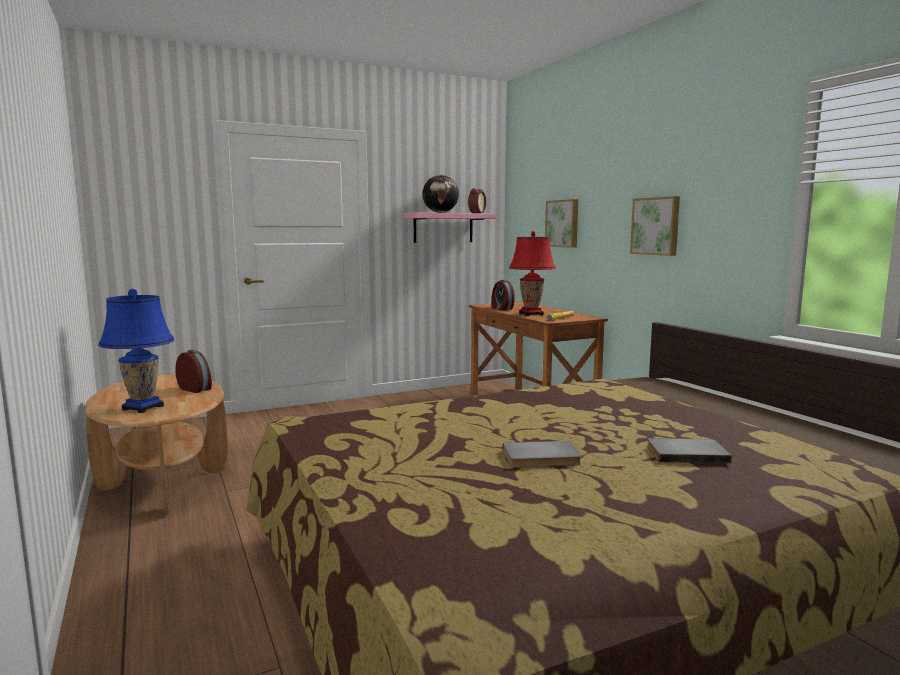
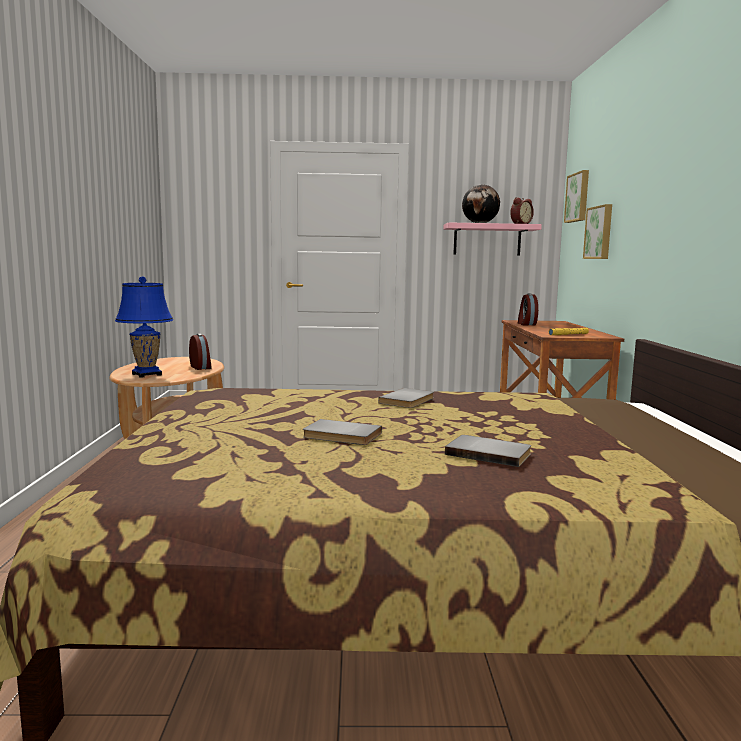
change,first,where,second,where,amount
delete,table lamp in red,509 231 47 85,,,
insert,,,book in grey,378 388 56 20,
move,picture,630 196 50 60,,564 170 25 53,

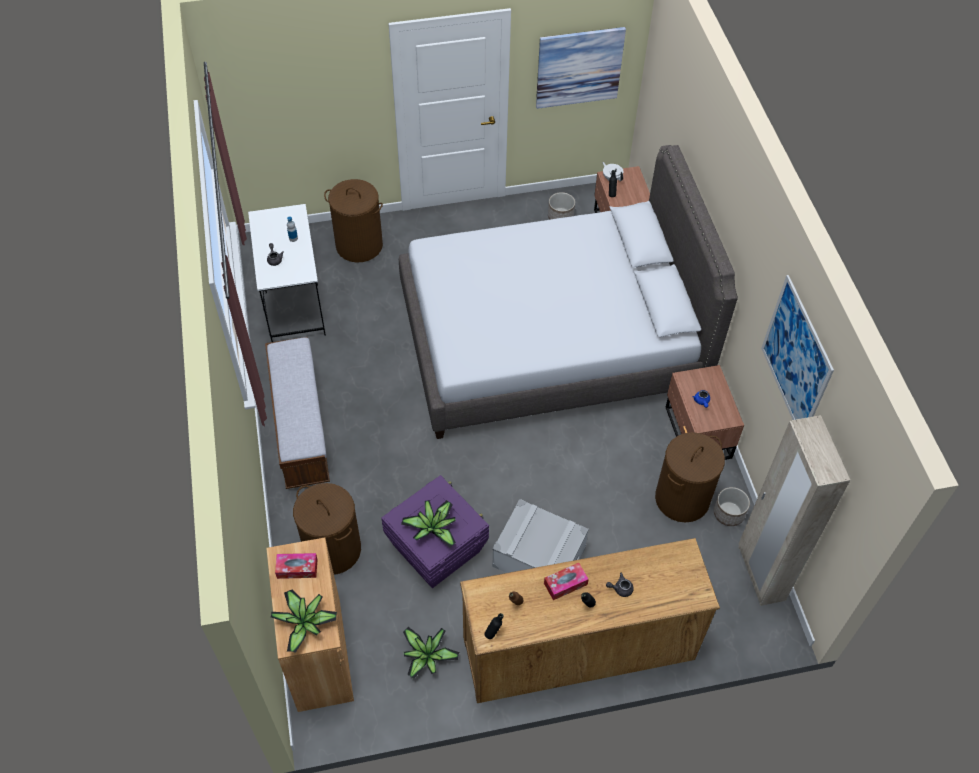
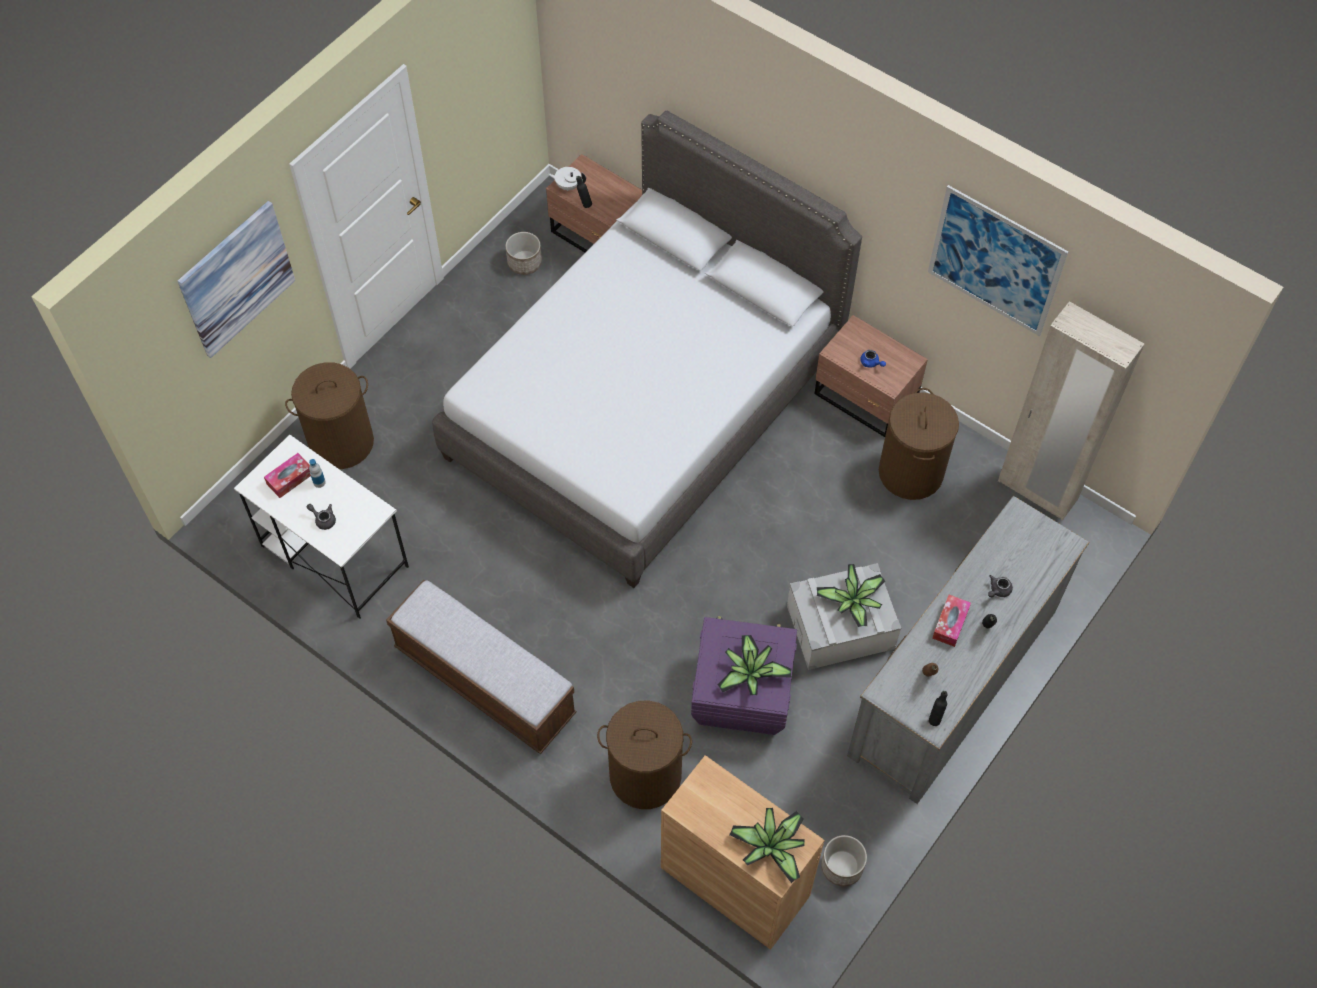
change,first,where,second,where,amount
move,tissue box,275 553 42 26,,264 453 47 45,
move,potted plant,403 627 56 52,,817 564 68 63,
move,picture,536 27 90 82,,178 201 117 157,
move,planter,714 487 36 39,,821 835 46 51,
recolor,dresser in brown,460 538 260 165,dresser in grey,847 496 243 308,

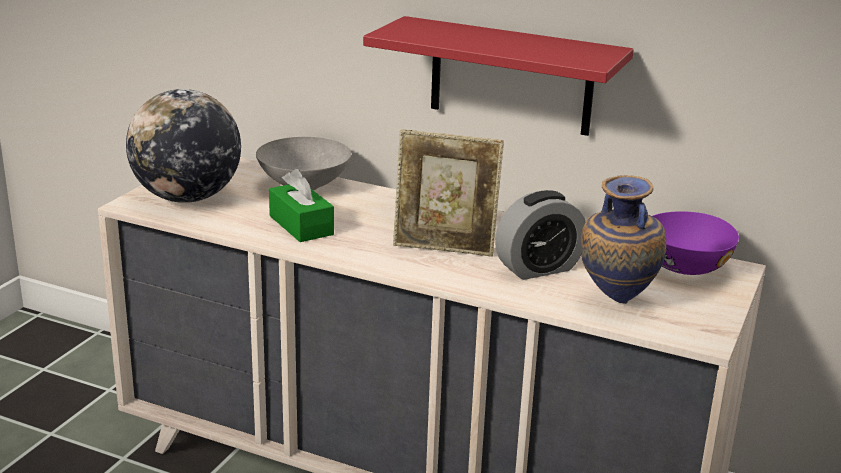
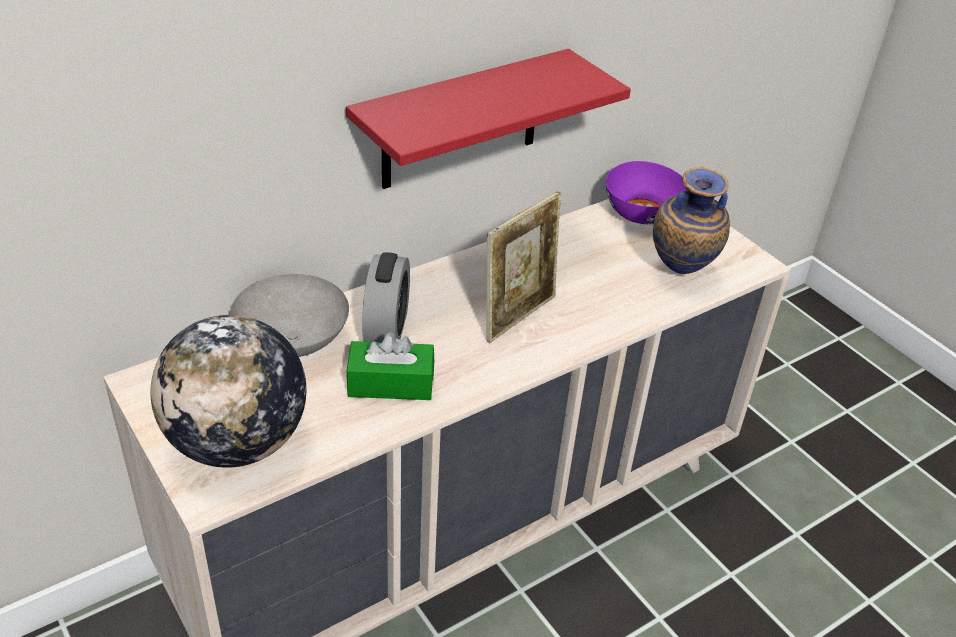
change,first,where,second,where,amount
move,alarm clock,495 190 91 90,,362 252 48 90,

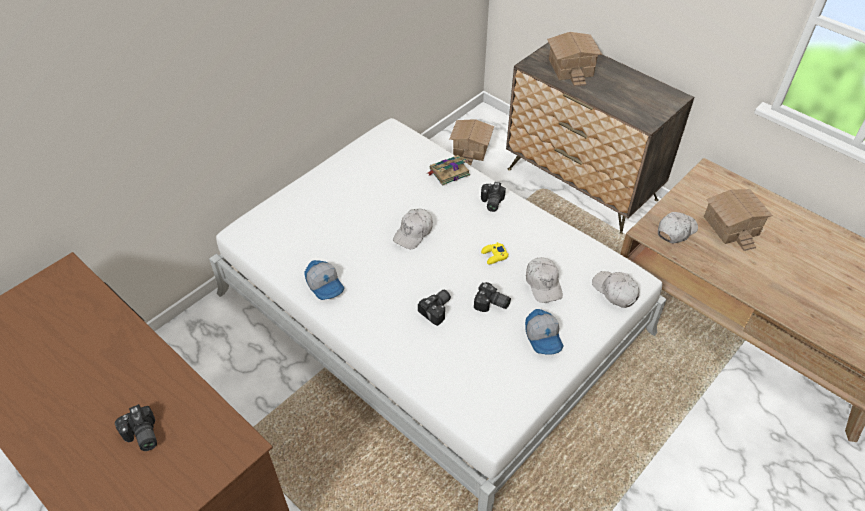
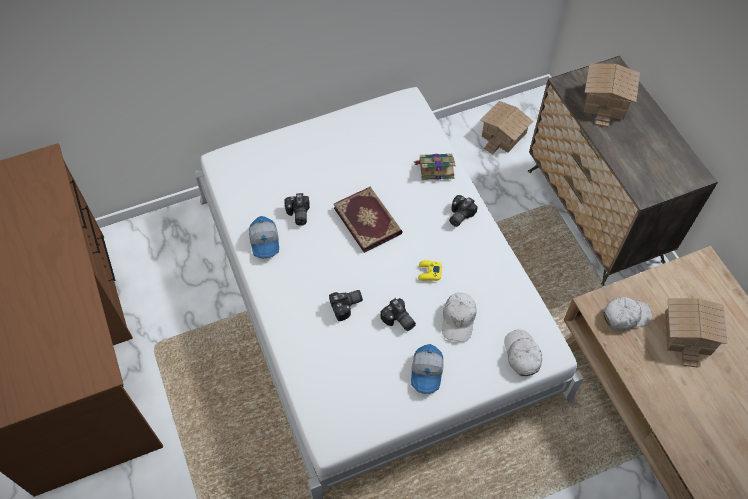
change,first,where,second,where,amount
move,photo camera,115 404 42 47,,284 193 26 33,
replace,cap in white,393 209 40 40,book,334 187 69 66,

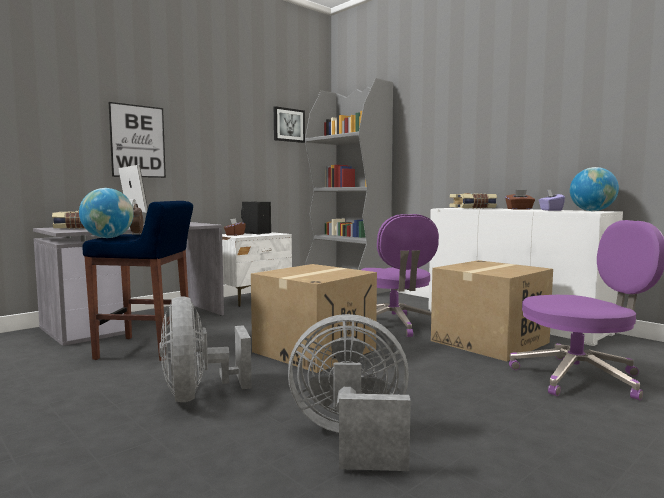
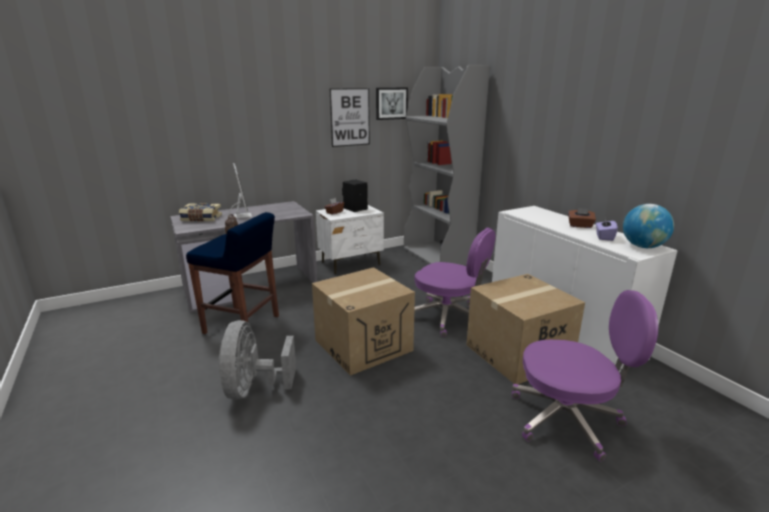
change,first,where,second,where,amount
delete,globe,79 188 55 50,,,
delete,fan in grey,288 314 123 157,,,
delete,book,450 193 47 16,,,
move,picture,109 102 57 76,,330 88 40 59,
rotate,office chair in purple,361 214 78 123,,414 227 81 110,60 degrees counterclockwise

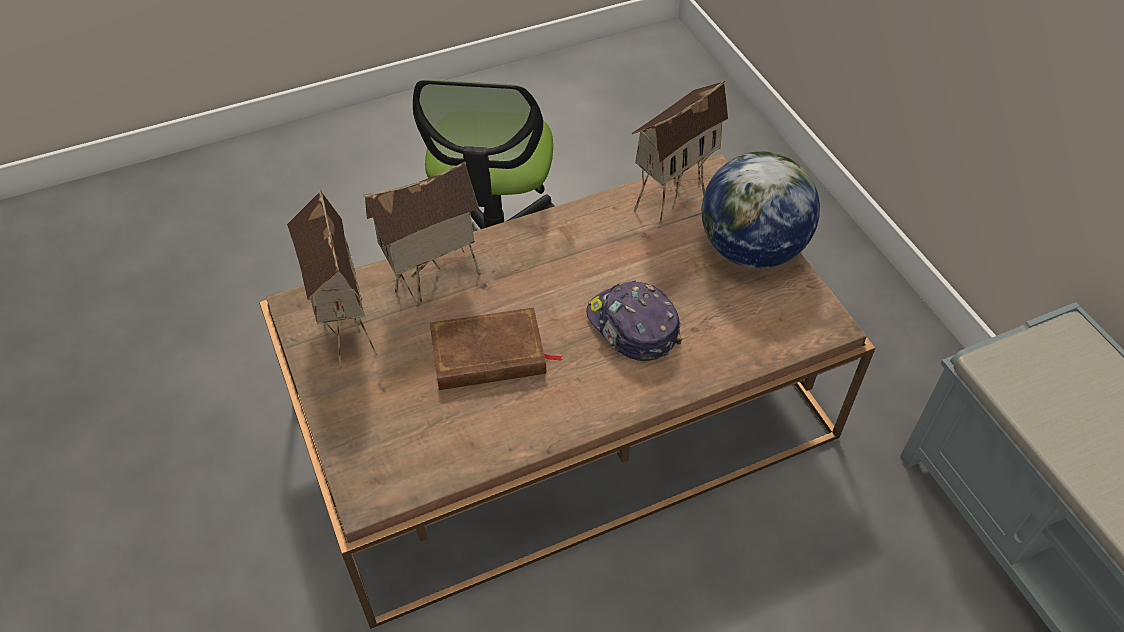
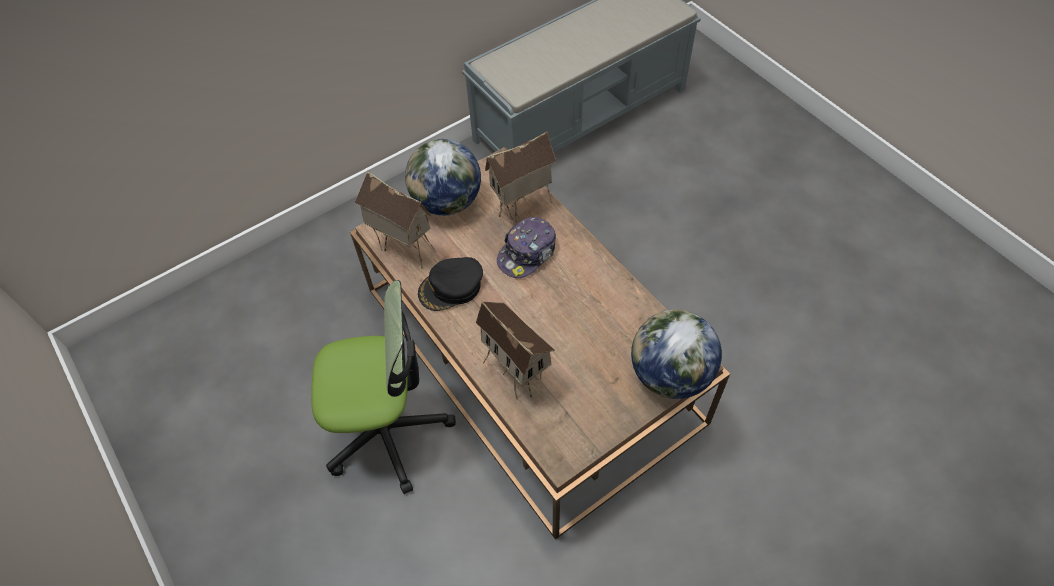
change,first,where,second,where,amount
delete,book in brown,430 308 132 82,,,
insert,,,cap in black,418 257 65 54,
insert,,,globe,631 309 91 90,
move,toy house,287 189 90 177,,485 132 71 93,

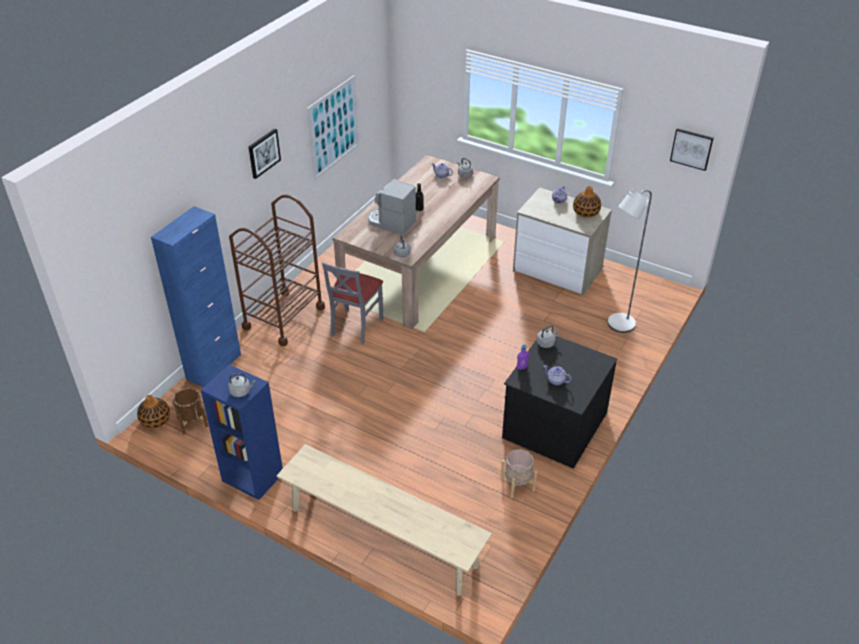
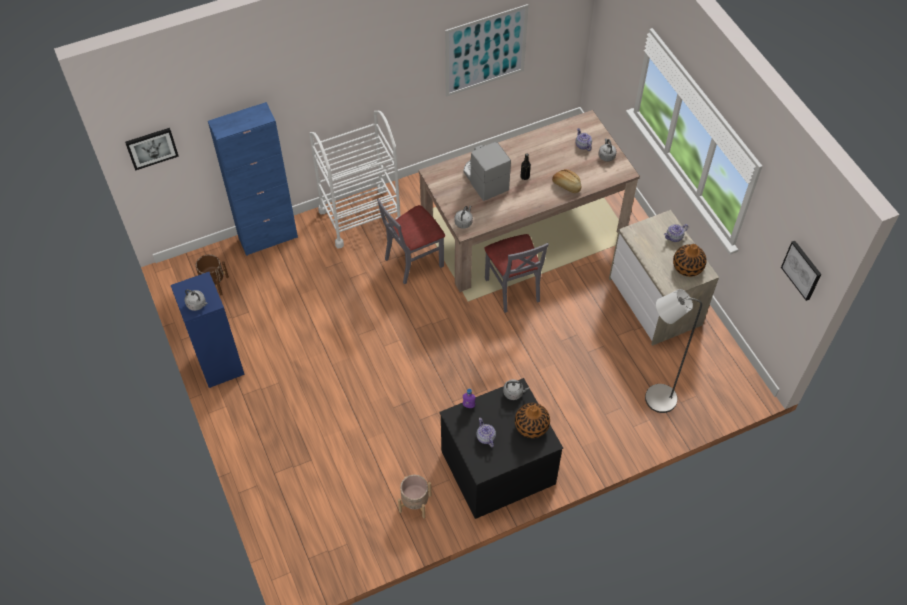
change,first,where,second,where,amount
delete,bench in beige,277 444 215 152,,,
insert,,,chair in grey,484 234 65 79,
insert,,,bread,552 169 29 24,
move,vase,137 395 33 33,,515 403 35 35,
move,picture,249 128 32 51,,125 128 54 43,
recolor,cart in brown,229 194 96 152,cart in white,309 111 91 137,

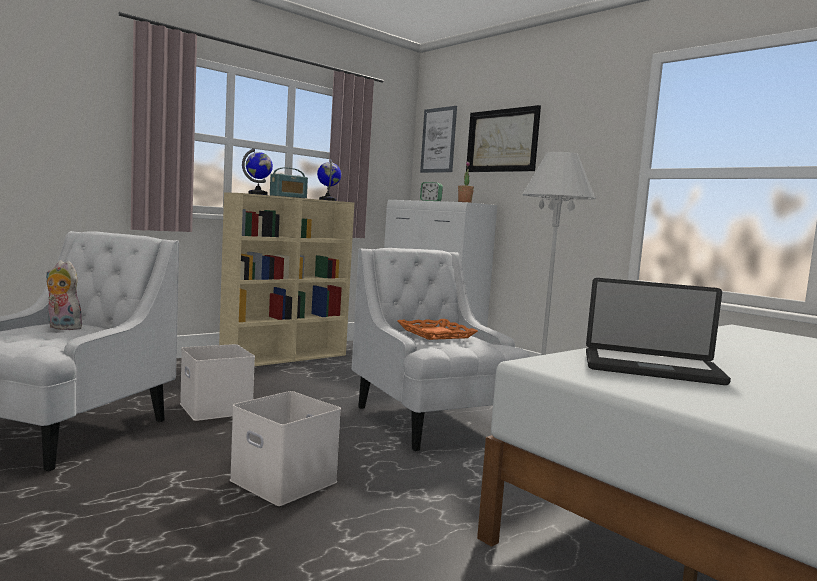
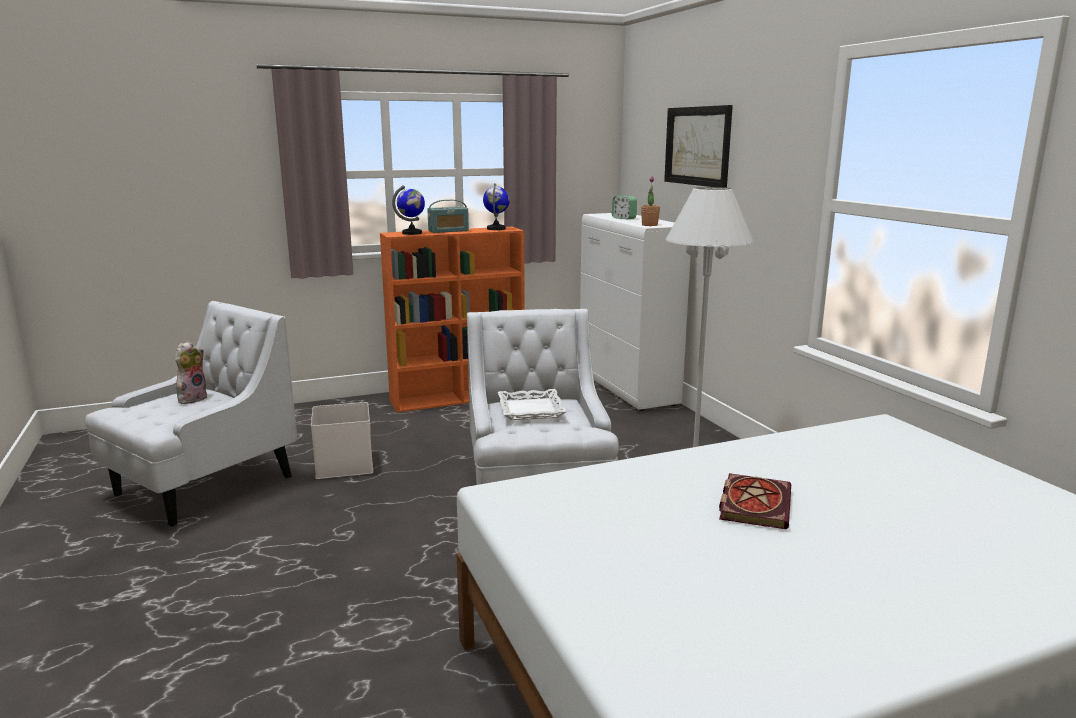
change,first,where,second,where,amount
delete,storage box in white,230 391 111 115,,,
delete,picture,420 106 37 67,,,
delete,laptop,586 278 145 107,,,
insert,,,book,719 473 72 56,
recolor,bookcase in beige,219 192 135 174,bookcase in orange,380 227 145 185,
recolor,tray in orange,398 319 80 21,tray in white,498 389 69 31,
rotate,plush toy,46 260 36 70,,175 341 32 63,75 degrees clockwise

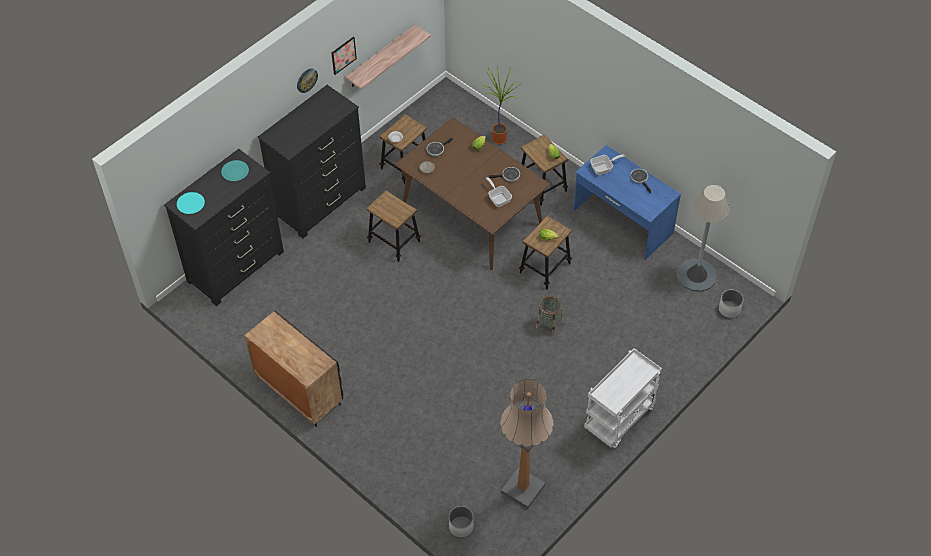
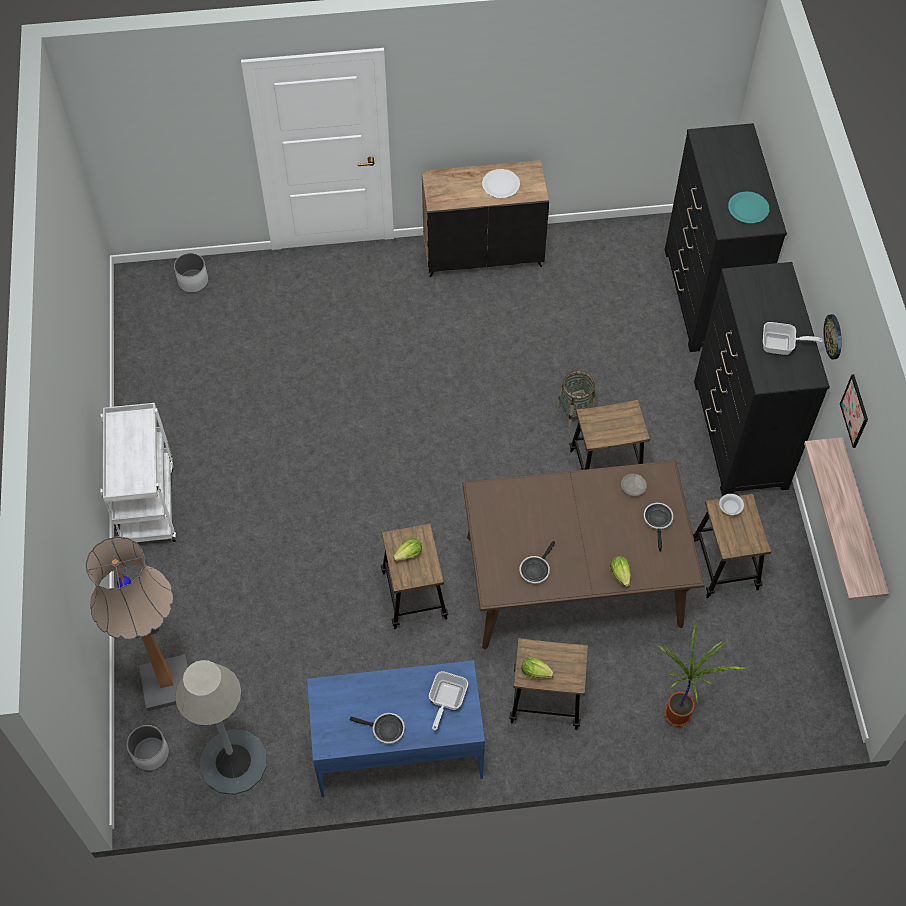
change,first,where,second,where,amount
delete,plate in turquoise,177 192 28 22,,,
insert,,,plate in white,482 169 38 29,
move,frying pan,486 177 26 30,,763 322 60 33,
move,floor lamp,500 378 54 131,,86 536 103 175,
move,basket,536 296 26 39,,557 370 38 57,

